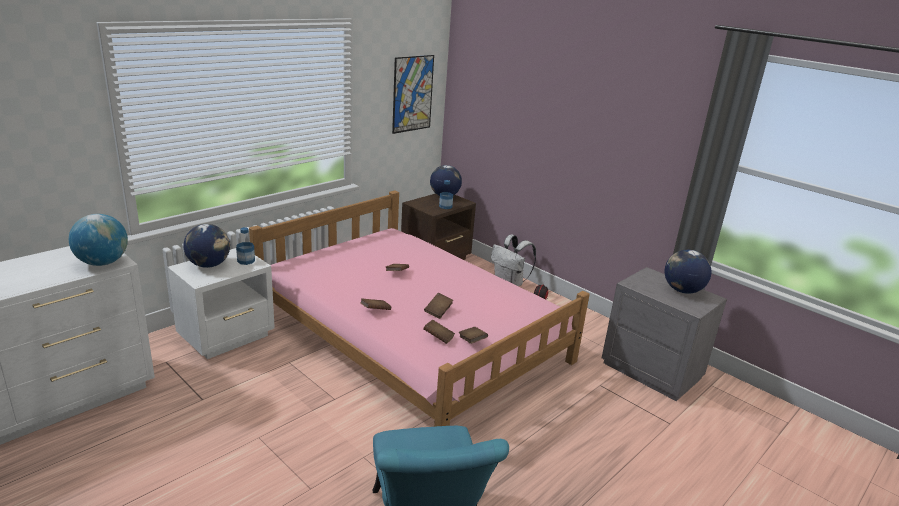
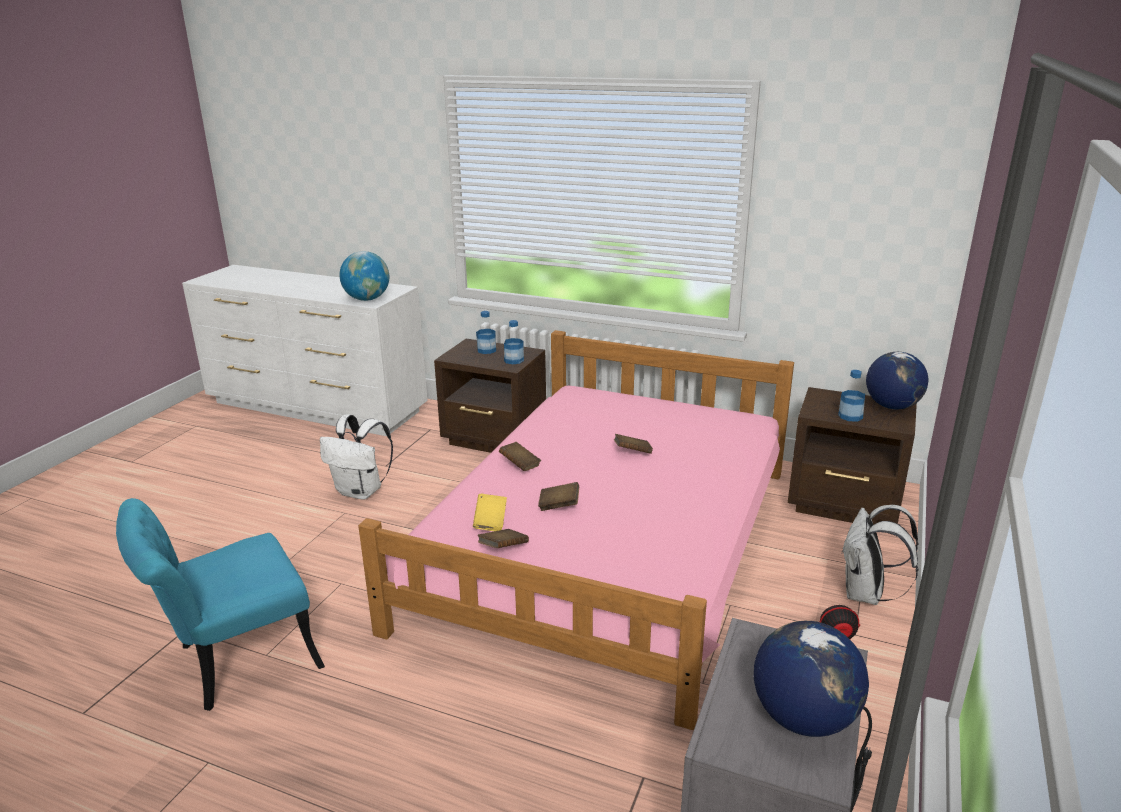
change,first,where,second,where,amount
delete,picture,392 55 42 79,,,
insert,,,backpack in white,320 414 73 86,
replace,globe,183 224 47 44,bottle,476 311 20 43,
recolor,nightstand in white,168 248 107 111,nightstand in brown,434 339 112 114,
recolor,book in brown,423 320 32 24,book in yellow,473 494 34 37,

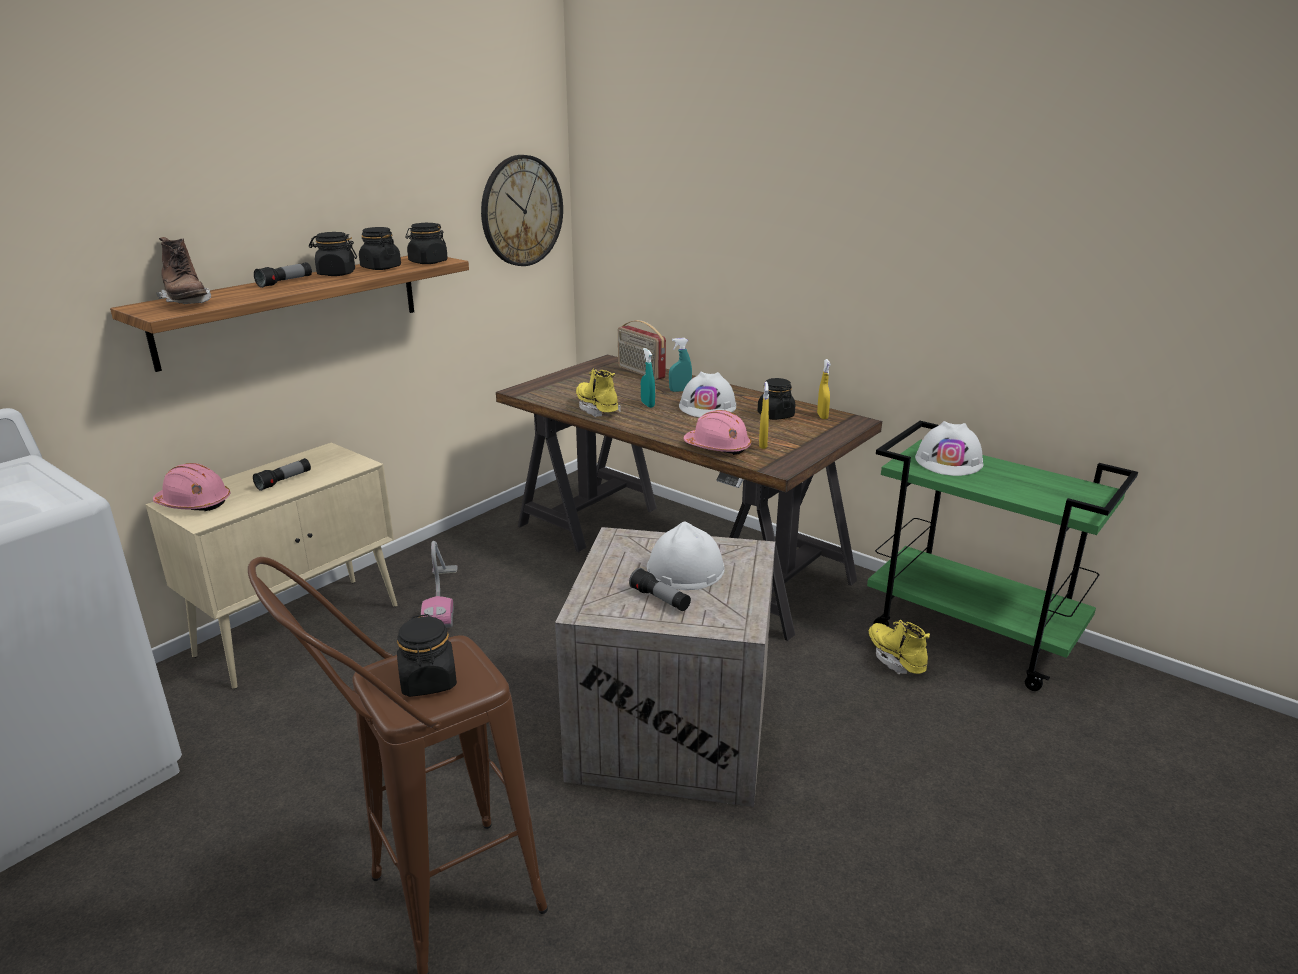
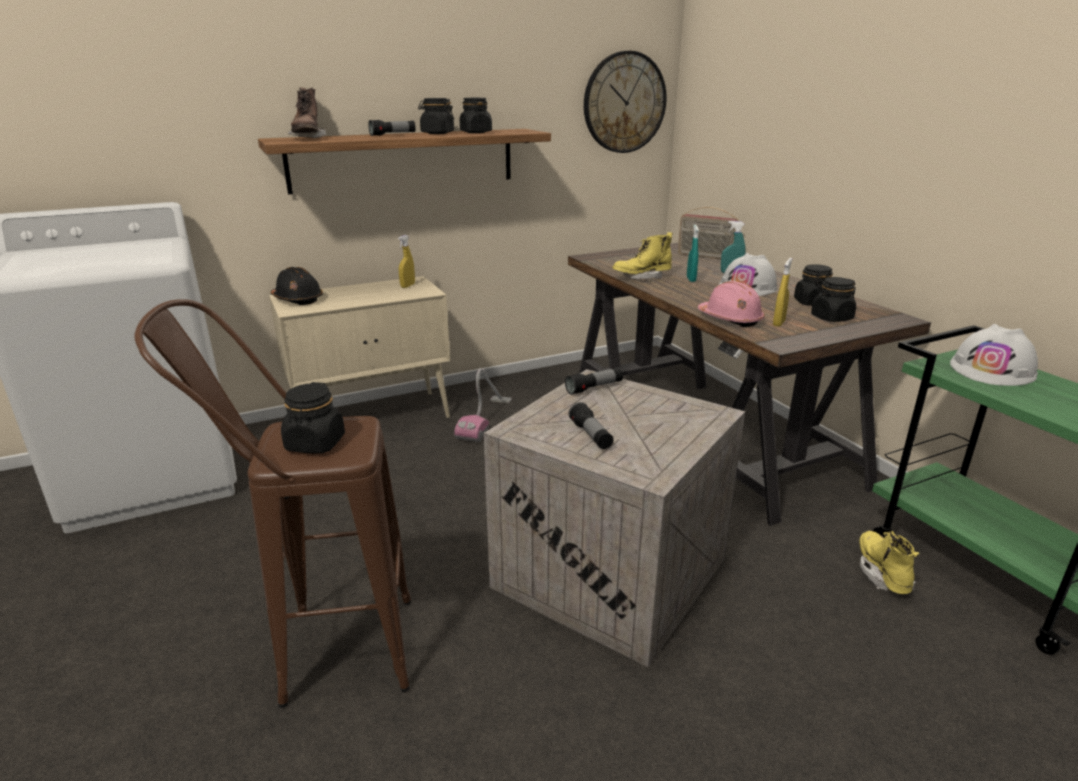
change,first,where,second,where,amount
delete,hard hat in white,647 521 78 69,,,
move,flashlight,253 458 58 33,,565 367 58 28,
move,jar in black,405 223 43 41,,811 277 45 45,
move,spray bottle in yellow,817 359 14 60,,398 235 17 53,
recolor,hard hat in pink,153 463 77 49,hard hat in black,271 267 52 38,
rotate,boot in yellow,576 368 45 49,,613 232 60 48,105 degrees counterclockwise
rotate,radio,618 320 48 60,,678 207 61 52,45 degrees counterclockwise

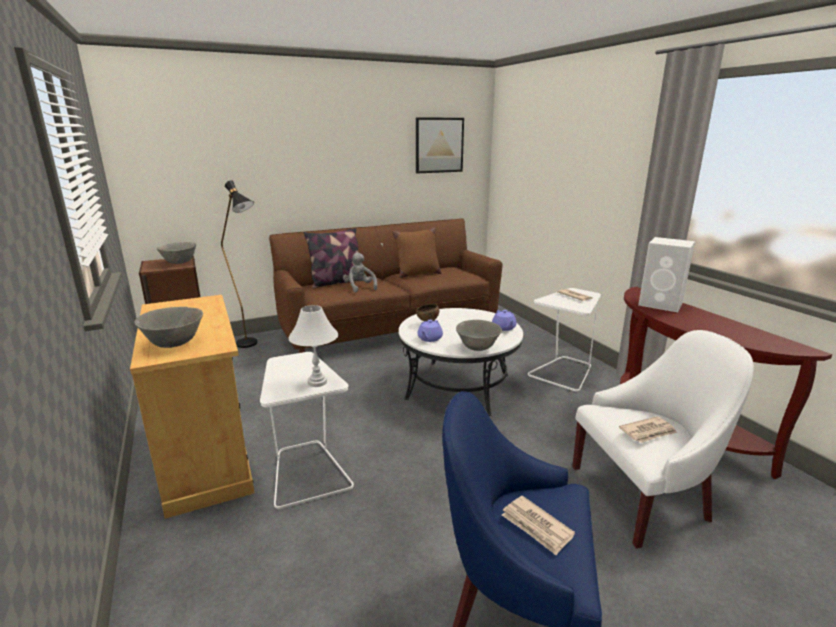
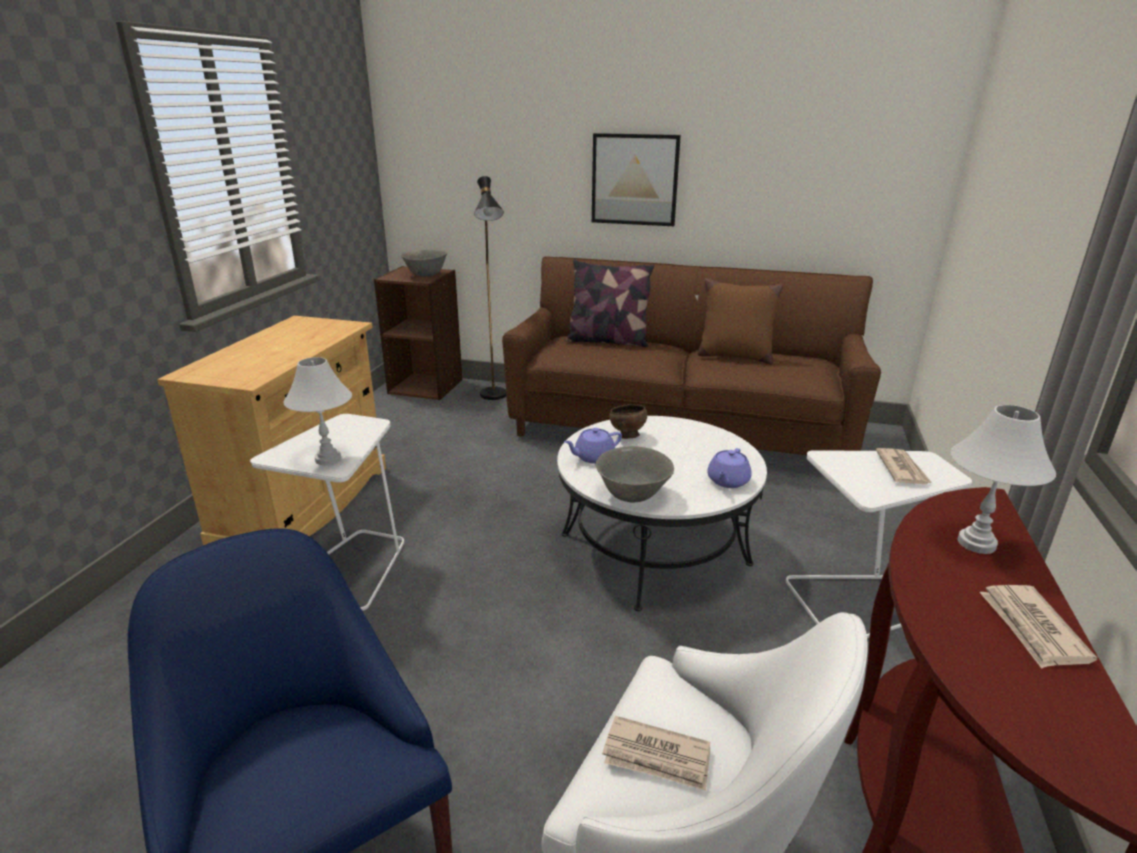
change,first,where,second,where,amount
delete,bowl in grey,135 307 68 41,,,
delete,plush toy in grey,343 253 34 39,,,
move,picture,416 117 48 56,,592 133 89 93,
move,newspaper,502 496 73 60,,979 585 119 84,
replace,speaker in white,638 237 57 75,table lamp in white,950 405 106 149,

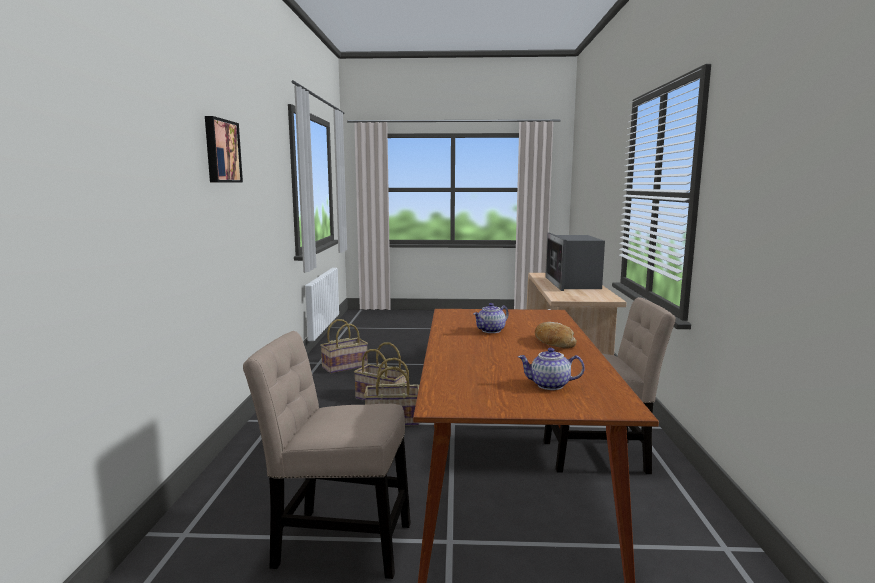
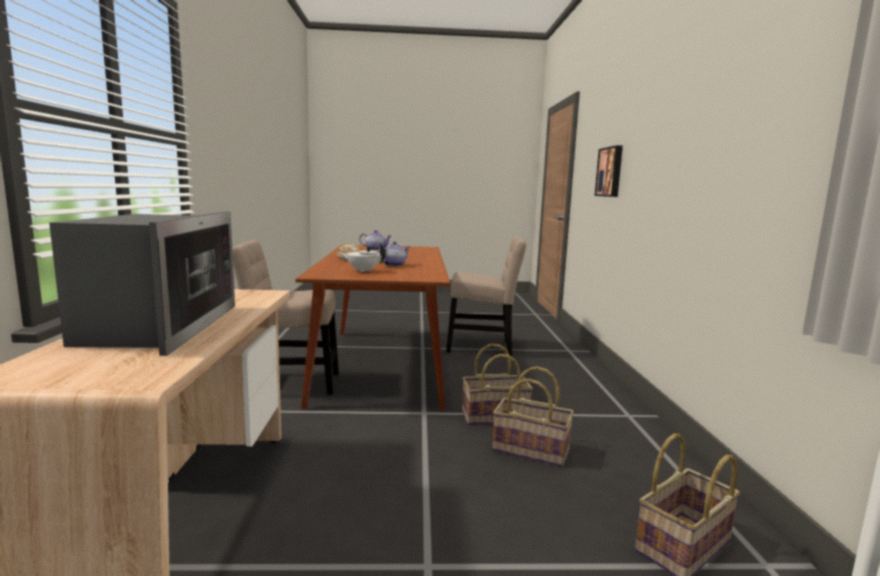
change,first,where,second,where,amount
insert,,,teapot in white,340 243 46 29,
move,picture,205 116 38 67,,595 145 28 52,

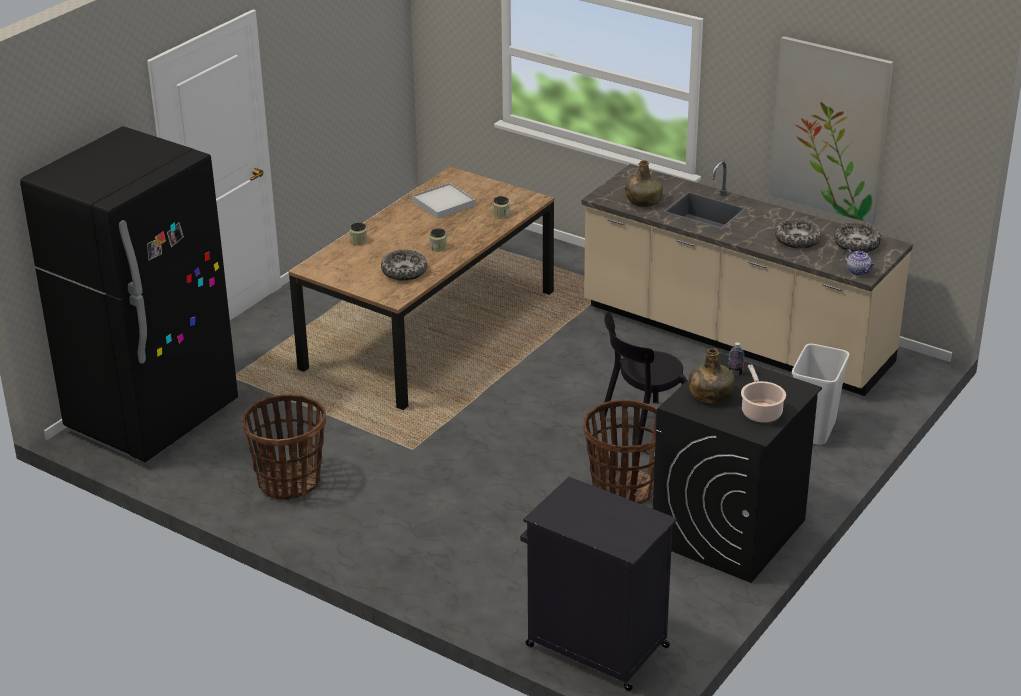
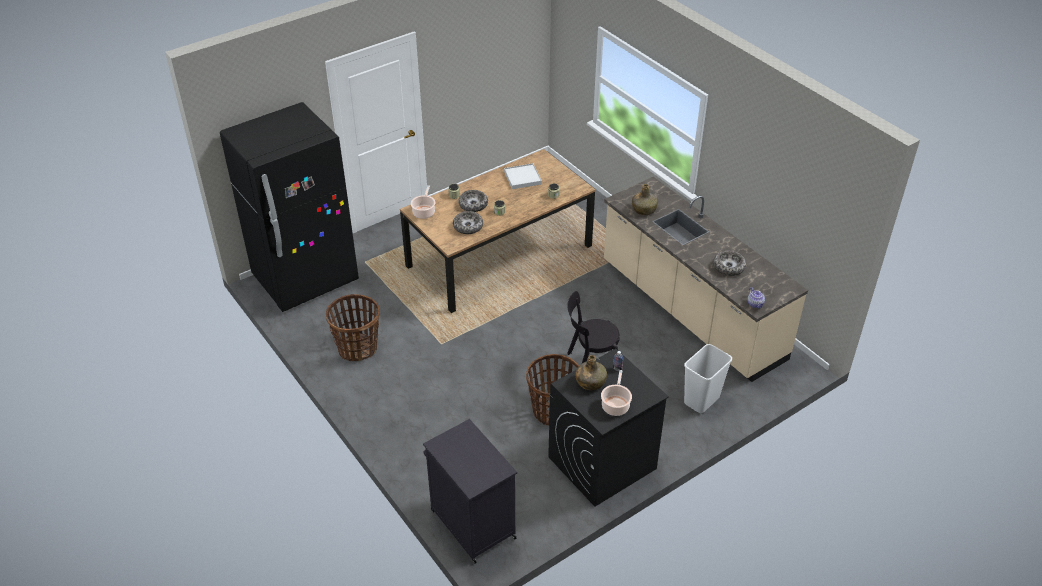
change,first,where,second,where,amount
delete,picture,769 36 124 188,,,
insert,,,cooking pot,411 185 24 34,
move,bowl,834 222 47 30,,458 190 30 22,

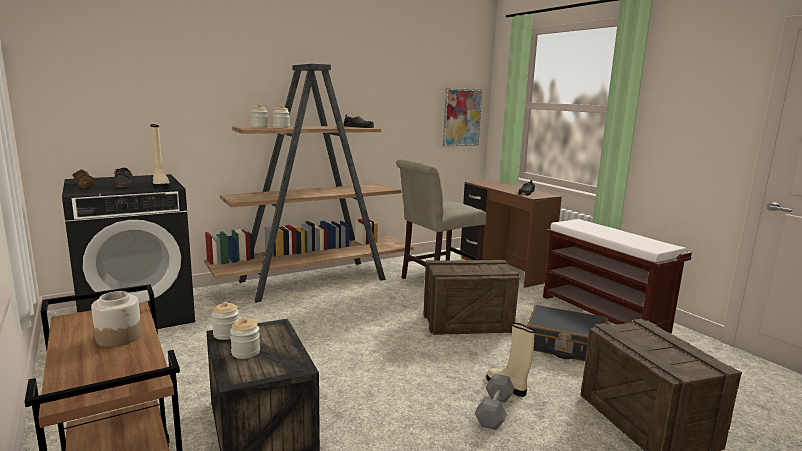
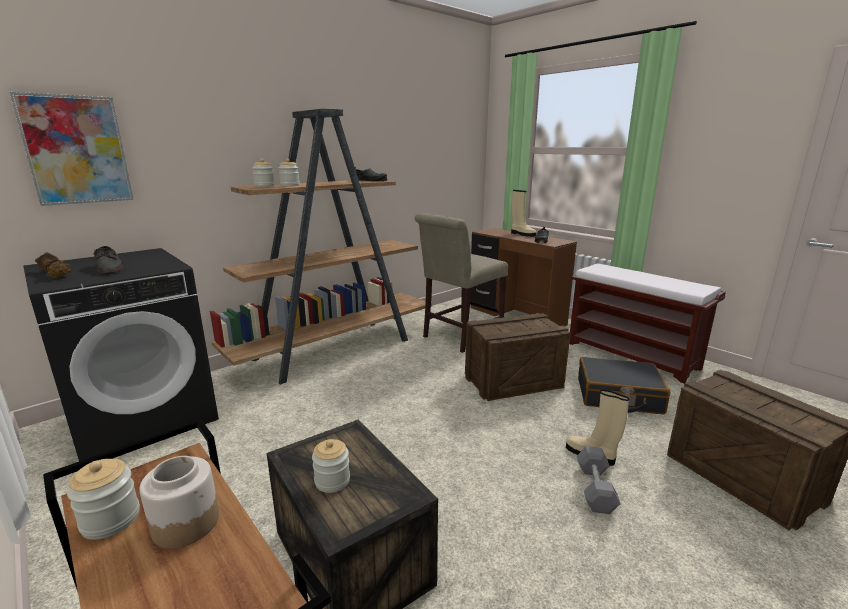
change,first,where,second,where,amount
move,boot in beige,150 124 20 65,,511 190 26 47,
move,jar,212 301 28 39,,67 459 73 81,
move,picture,443 88 39 59,,10 92 124 114,

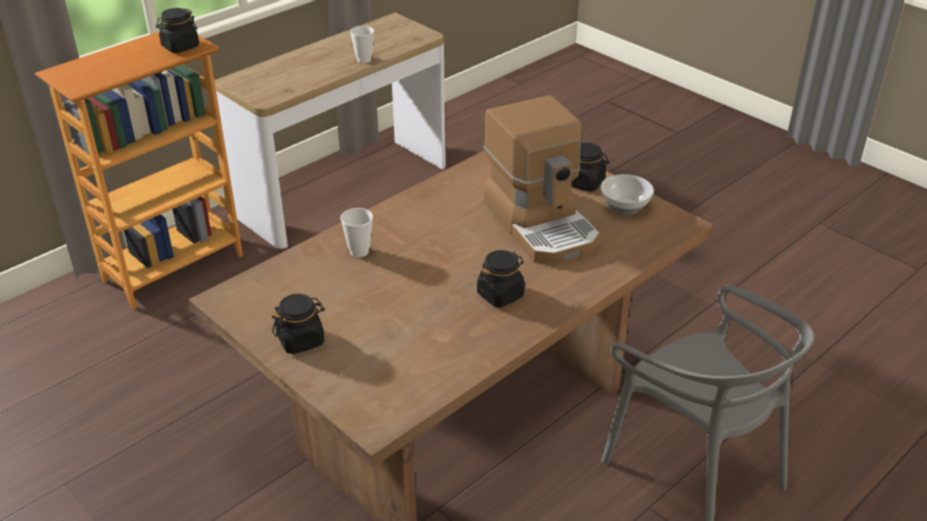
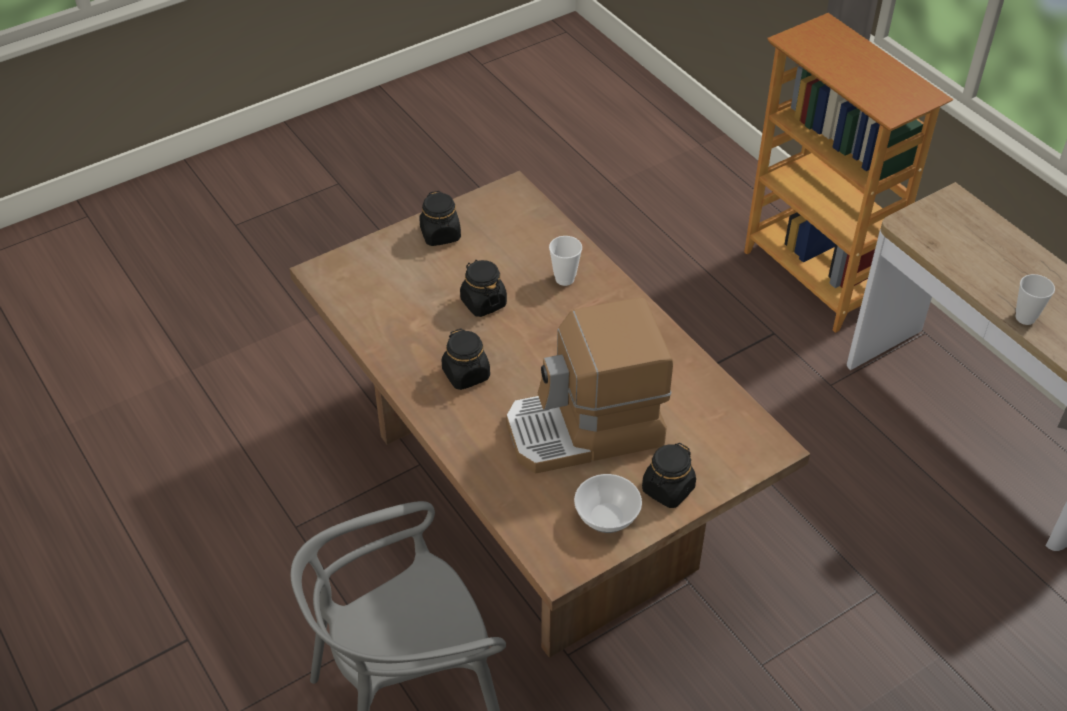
change,first,where,second,where,amount
move,jar in black,156 8 43 45,,460 260 47 57,

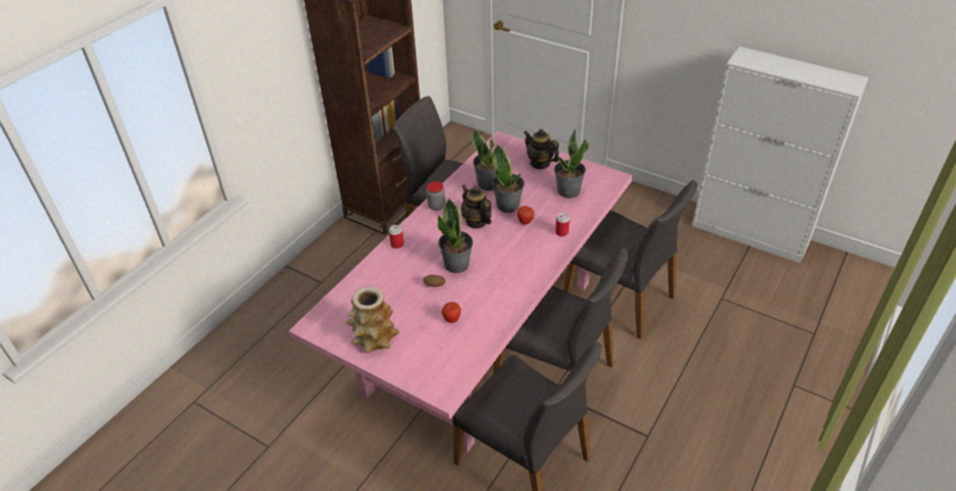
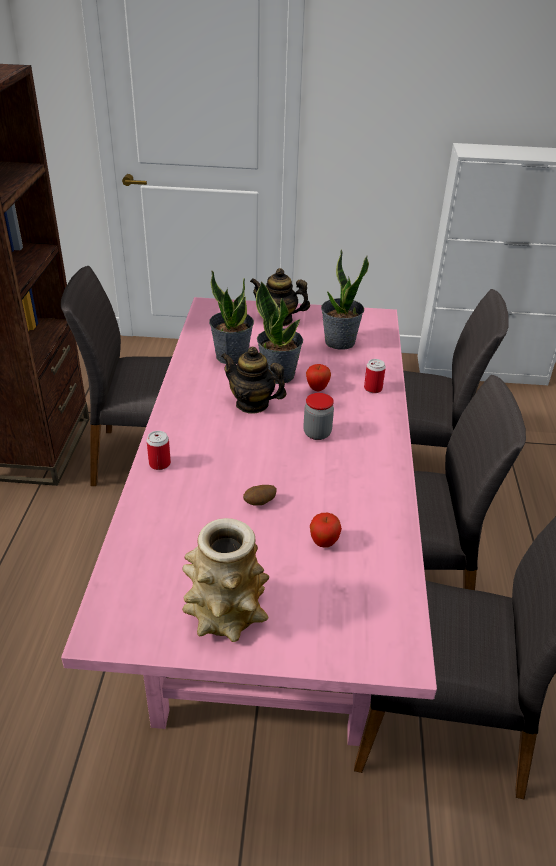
change,first,where,second,where,amount
delete,potted plant,438 198 35 75,,,
move,jar,426 182 19 29,,303 393 31 47,

